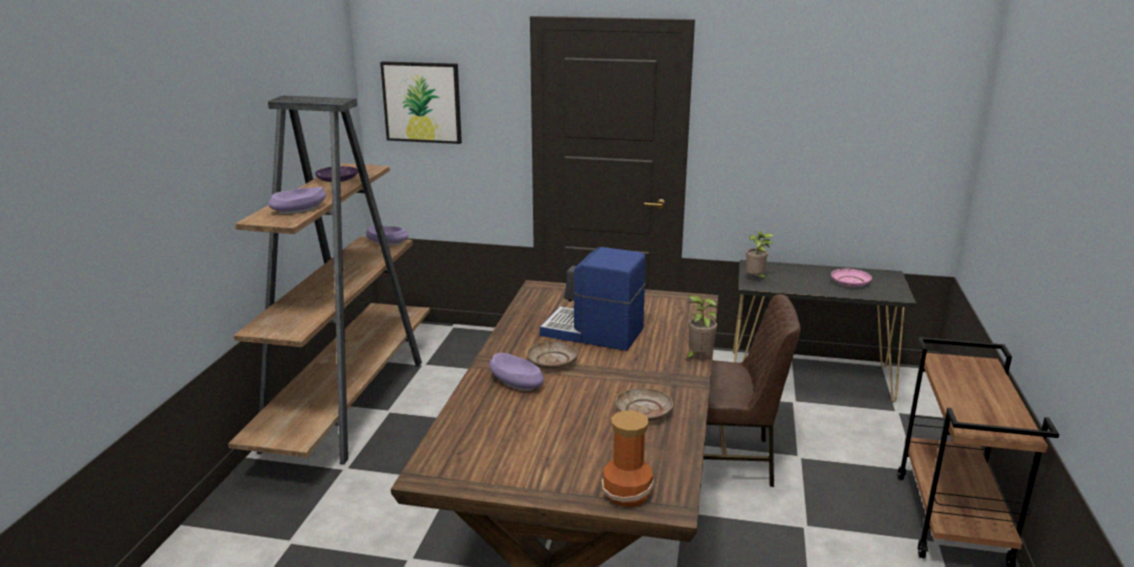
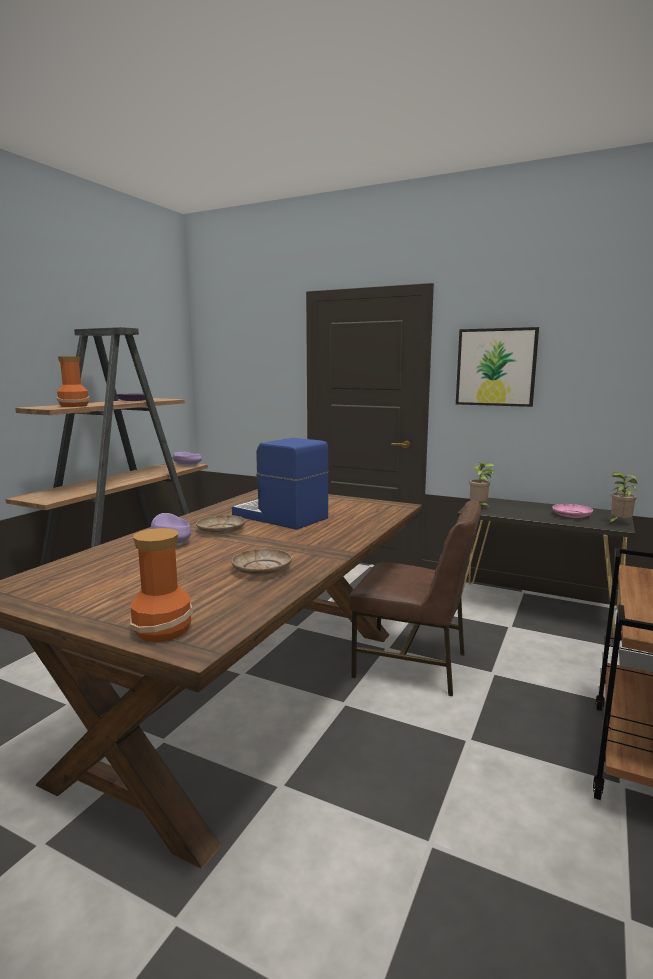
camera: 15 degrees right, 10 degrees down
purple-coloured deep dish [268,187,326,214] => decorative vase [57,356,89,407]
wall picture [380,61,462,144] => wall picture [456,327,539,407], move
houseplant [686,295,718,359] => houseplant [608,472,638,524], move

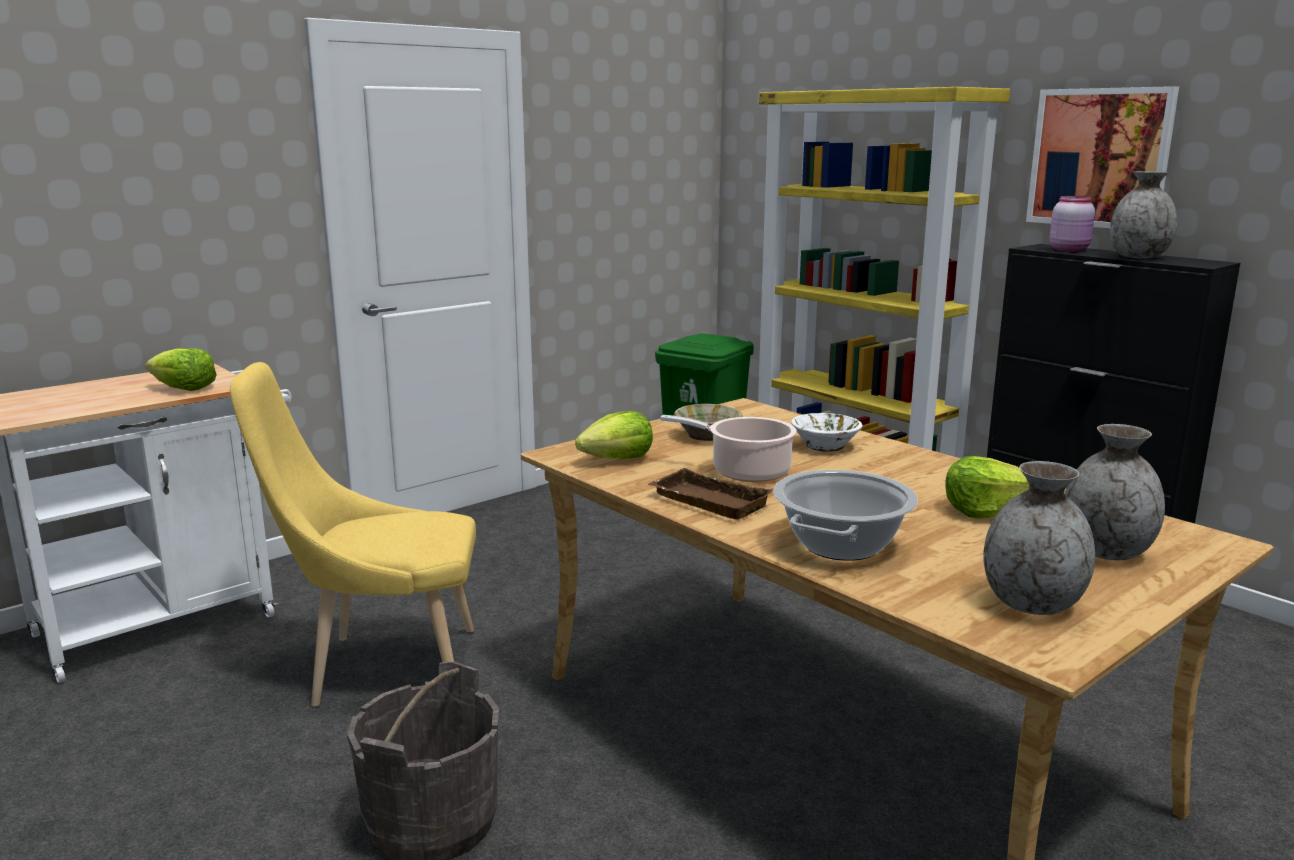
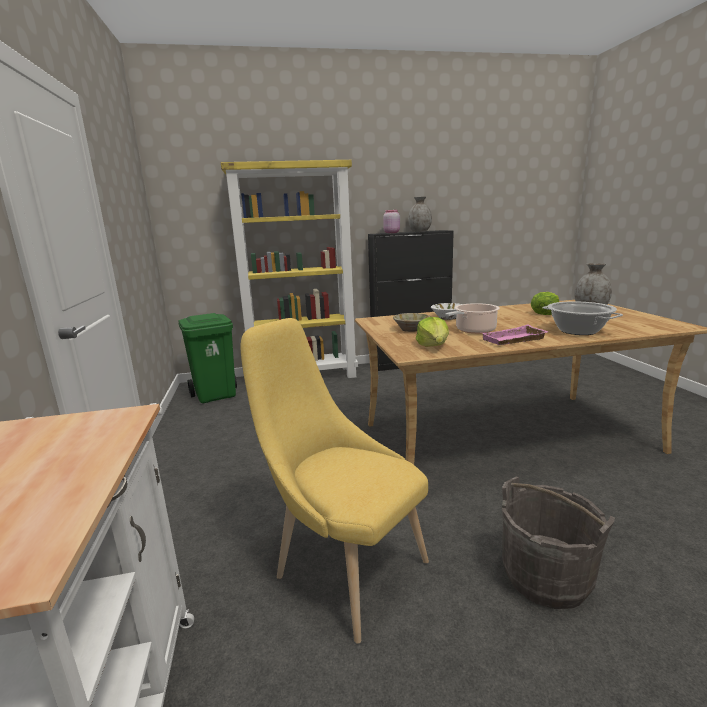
camera: 60 degrees left, 0 degrees up
head of lettuce [145,348,217,391] => nothing
yellow upright chair [230,362,476,707] => yellow upright chair [241,318,429,644], 105 degrees clockwise
brown carrying tray [648,468,773,520] => pinkish carrying tray [482,325,548,345]
grey decorative vase [983,461,1095,615] => nothing
wall picture [1026,86,1179,228] => nothing

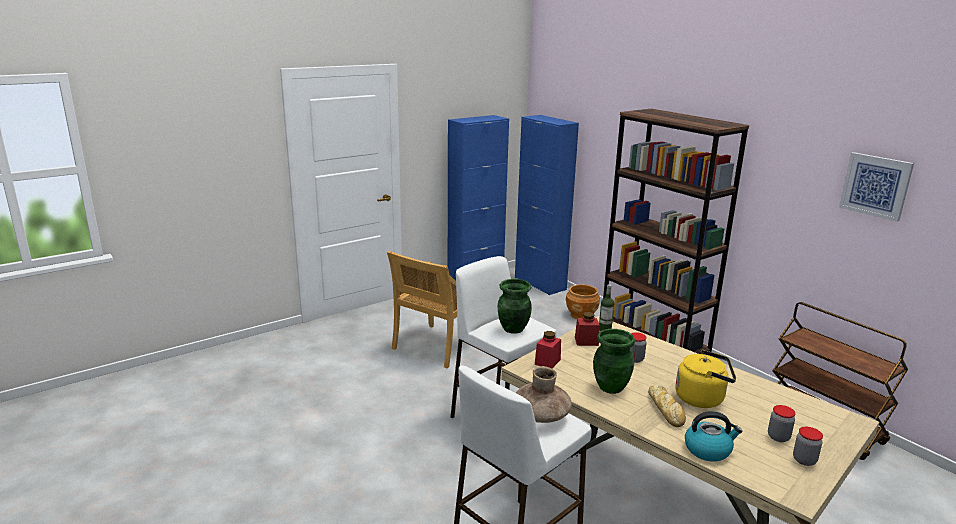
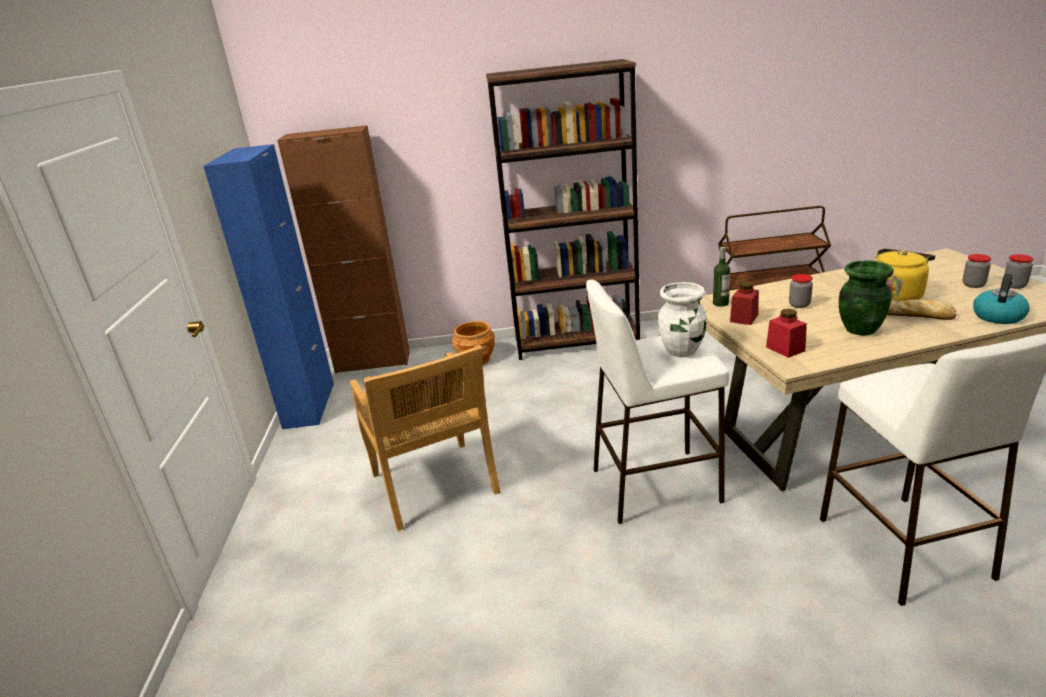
camera: 55 degrees left, 5 degrees up
greenish decorative vase [497,279,532,334] => whitish decorative vase [658,282,707,357]
blue cabinet [515,115,579,295] => brown cabinet [277,125,410,374]
brown decorative vase [516,366,572,423] => nothing
wall picture [839,152,914,222] => nothing

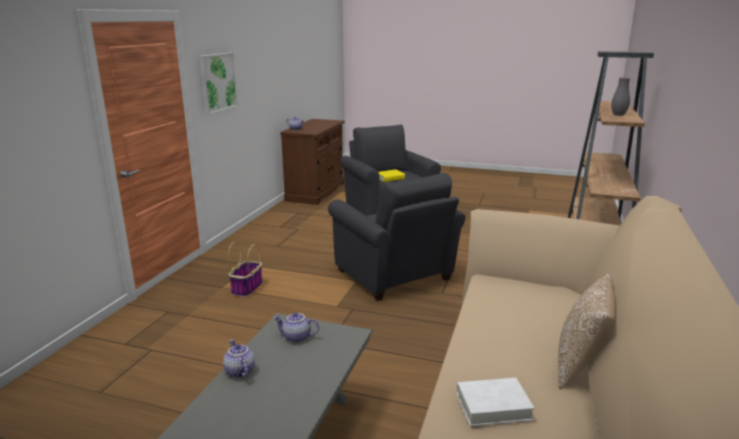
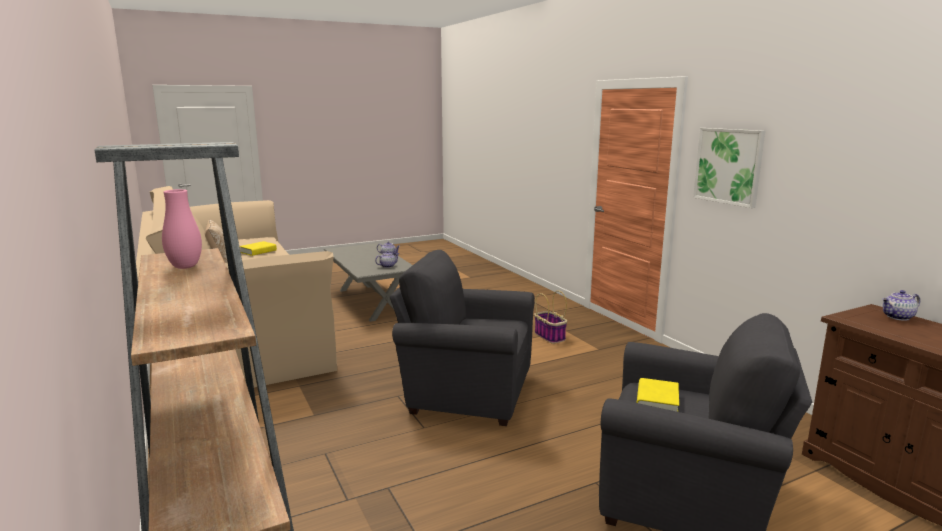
camera: 135 degrees right, 5 degrees down
whitish volume [456,378,534,426] => yellow volume [239,241,277,256]
grey decorative vase [611,77,630,116] => pinkish decorative vase [162,189,202,269]

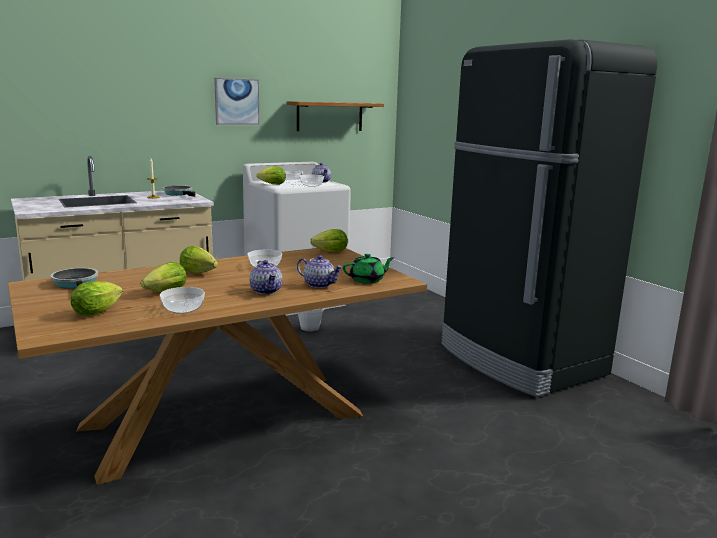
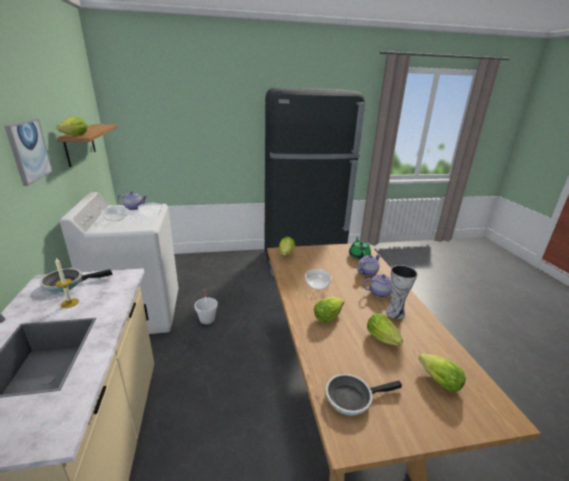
camera: 70 degrees left, 10 degrees up
deep dish [160,287,205,314] => nothing
head of lettuce [257,167,286,185] => head of lettuce [57,117,88,135], move
nothing => decorative vase [386,265,418,319]

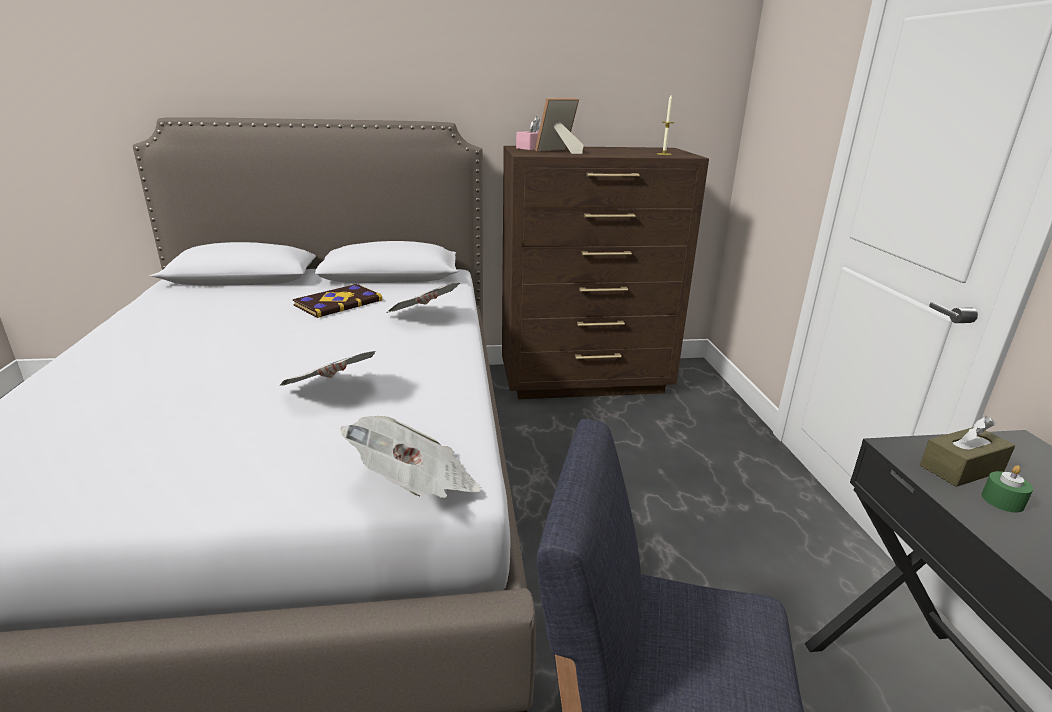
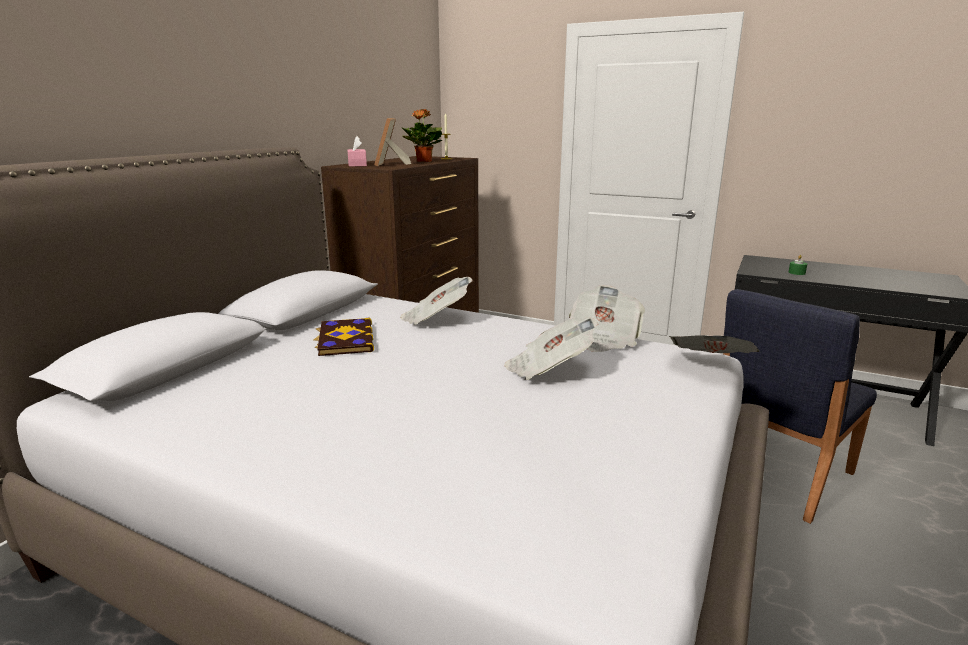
camera: 55 degrees left, 5 degrees down
brown tissue holder [920,416,1015,487] => nothing
nothing => houseplant [401,109,442,162]
nothing => newspaper [569,285,645,352]

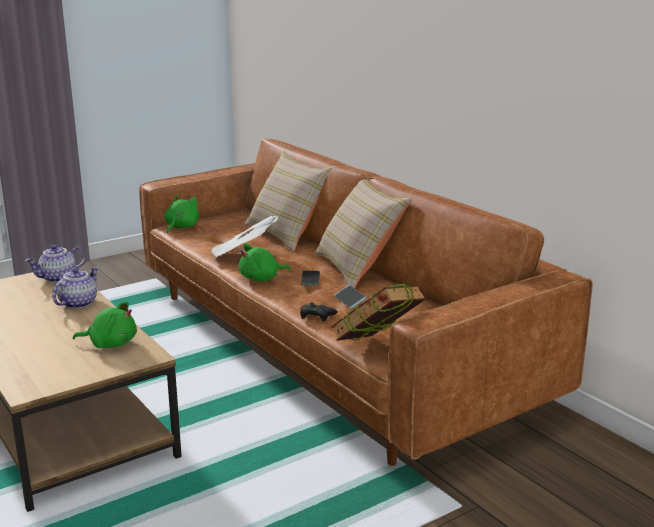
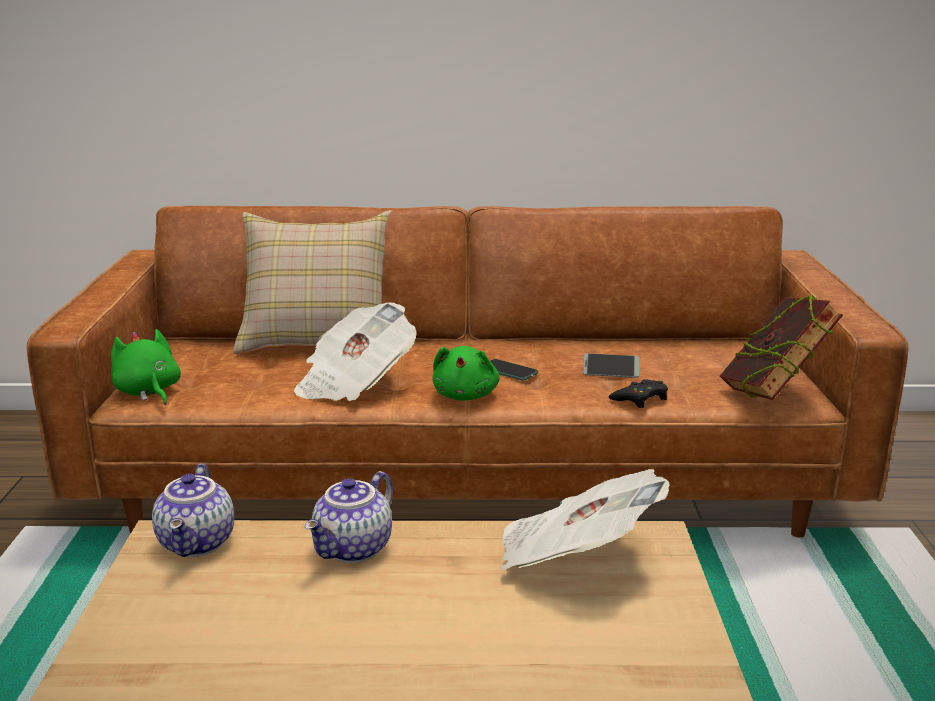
camera: 55 degrees left, 0 degrees up
pot for tea [52,267,98,309] => pot for tea [305,471,393,563], 120 degrees counterclockwise
greenish cuddly toy [73,301,137,348] => newspaper [501,469,670,570]
sand-coloured pillow [315,179,412,288] => nothing

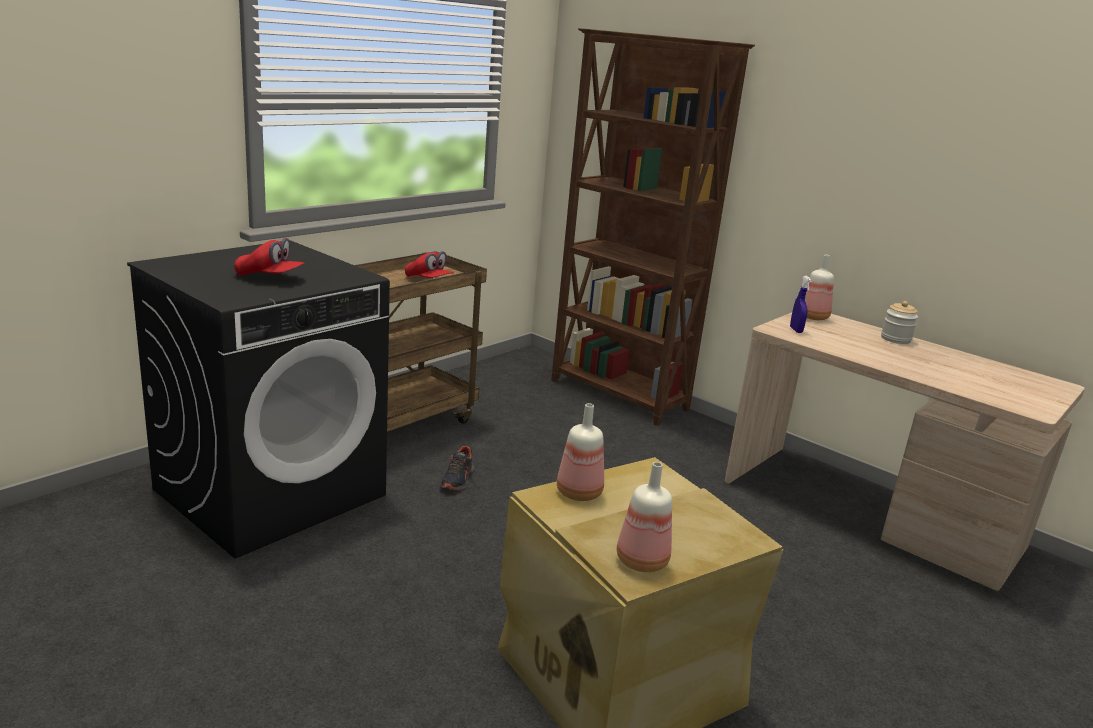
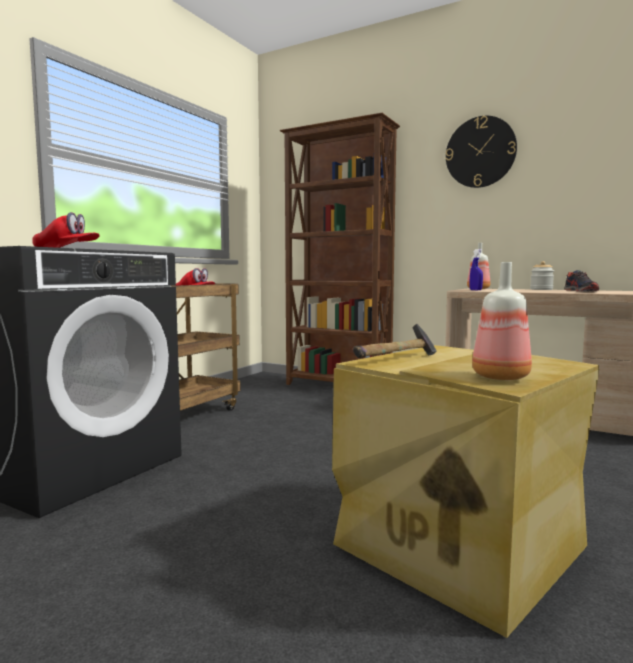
camera: 10 degrees left, 15 degrees down
low shoe [440,446,474,490] => low shoe [564,270,599,292], move
drink bottle [557,403,604,501] => tool hammer [353,323,437,358]
nothing => hanging clock [446,116,517,188]

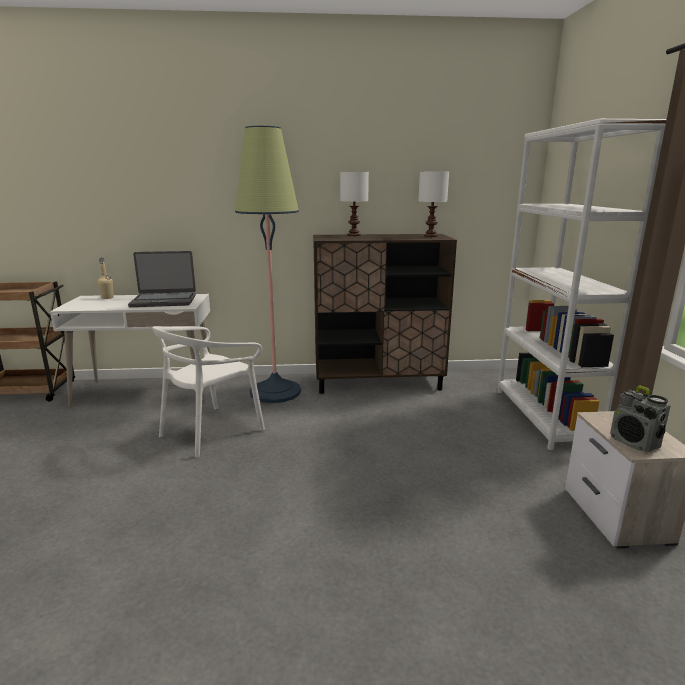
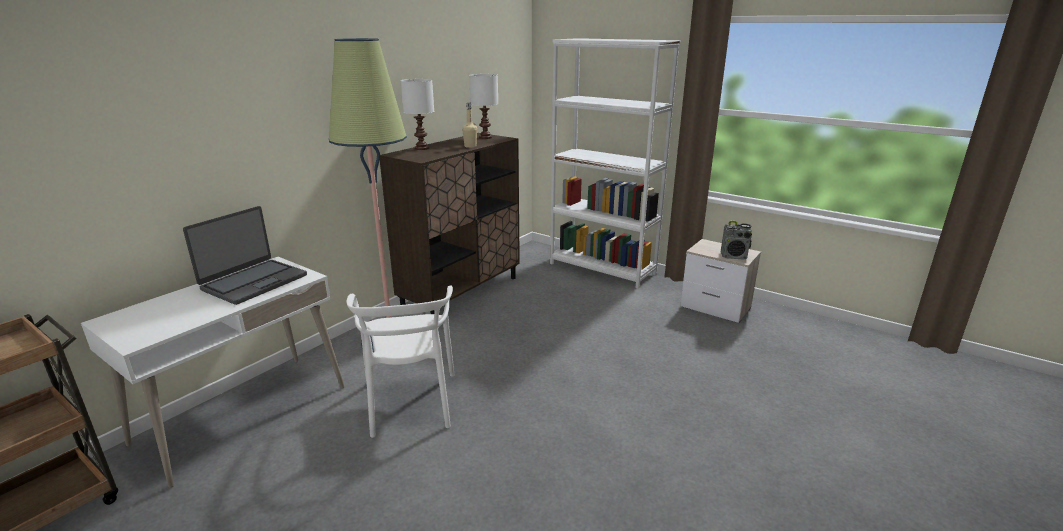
camera: 50 degrees left, 5 degrees up
sand-coloured drink bottle [97,258,114,299] => sand-coloured drink bottle [462,103,477,148], move

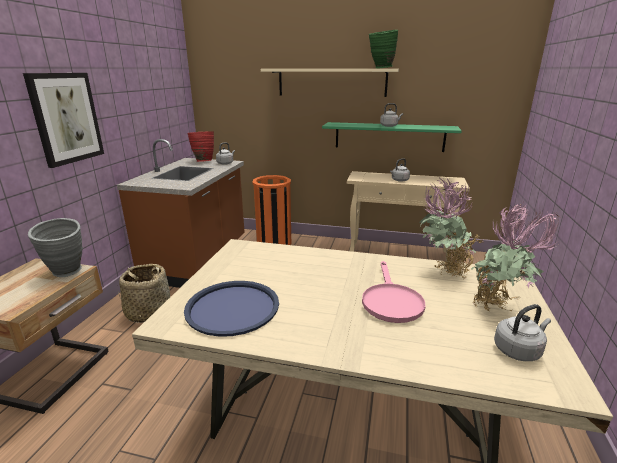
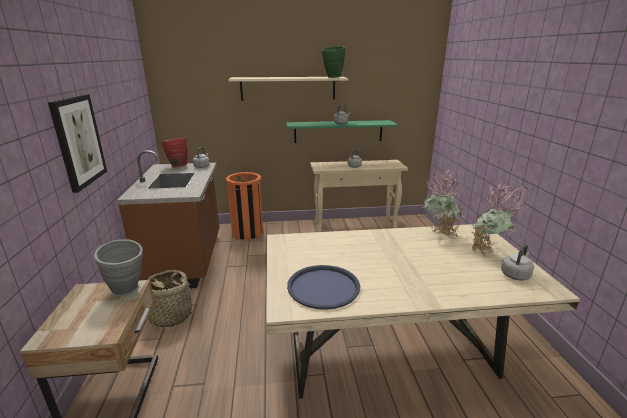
camera: 20 degrees left, 0 degrees up
pinkish pan [362,261,426,323] => nothing

